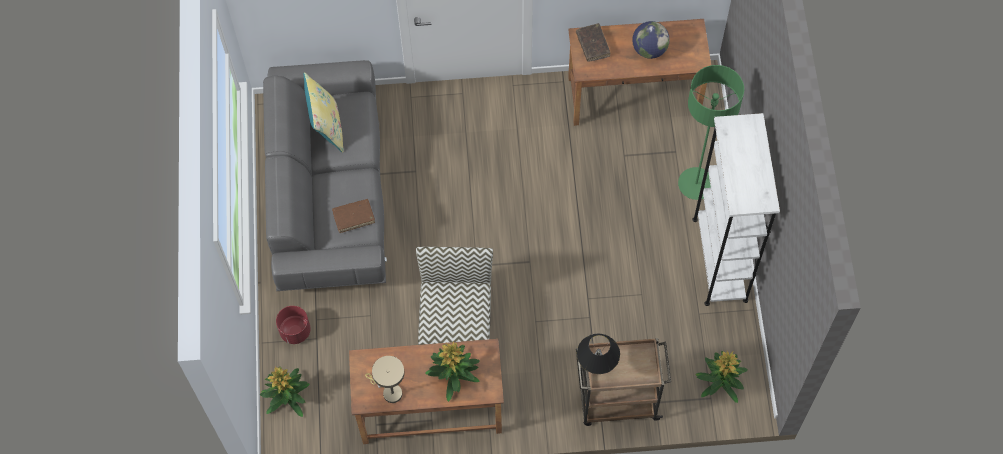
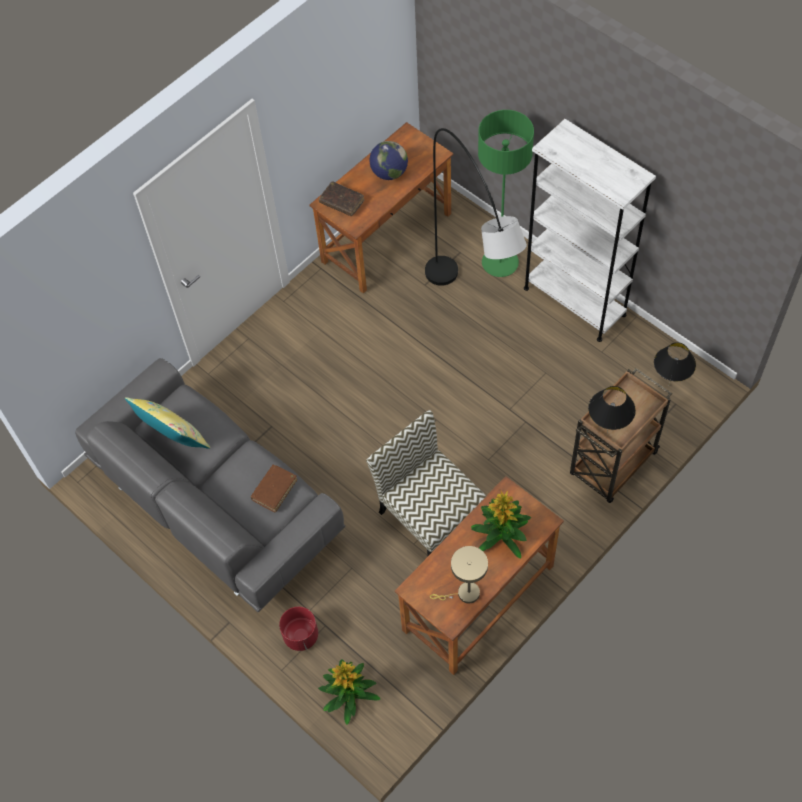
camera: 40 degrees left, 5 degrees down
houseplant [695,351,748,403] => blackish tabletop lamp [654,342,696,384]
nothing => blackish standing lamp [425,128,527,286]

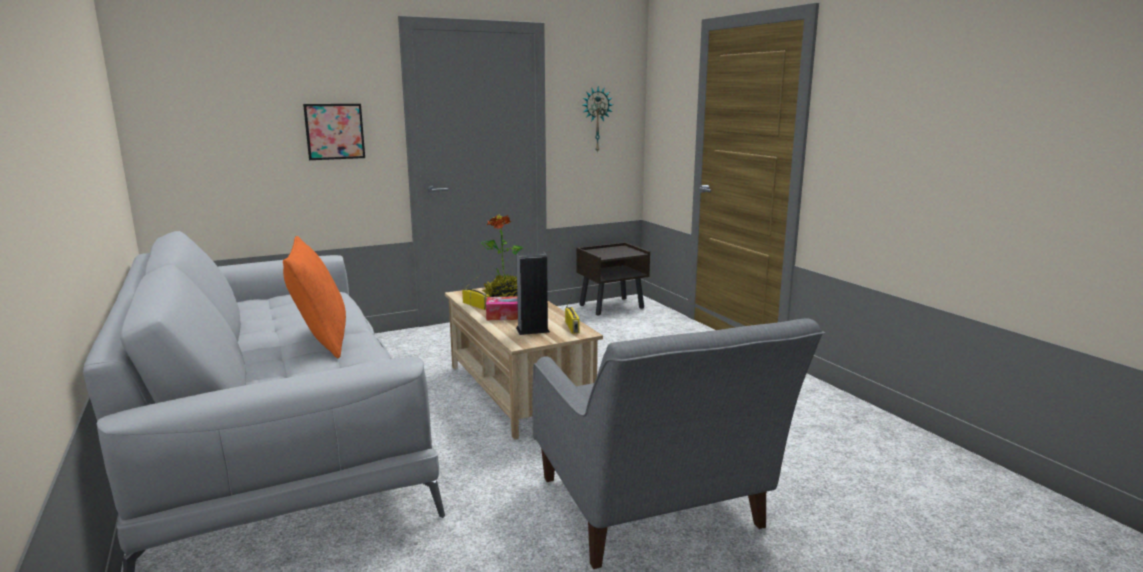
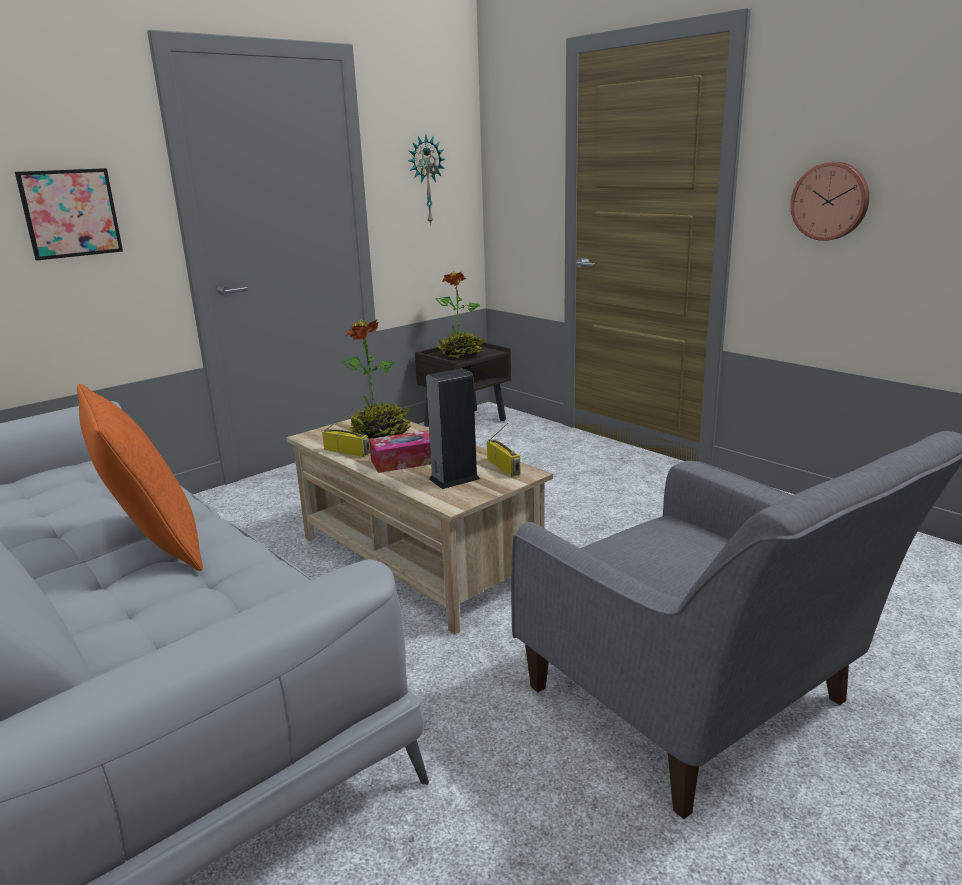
camera: 15 degrees left, 5 degrees up
nothing => houseplant [435,271,486,358]
nothing => hanging clock [790,162,869,241]

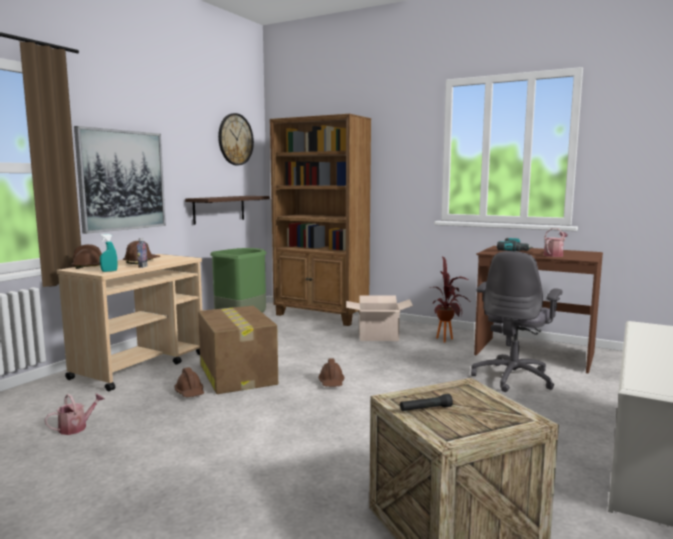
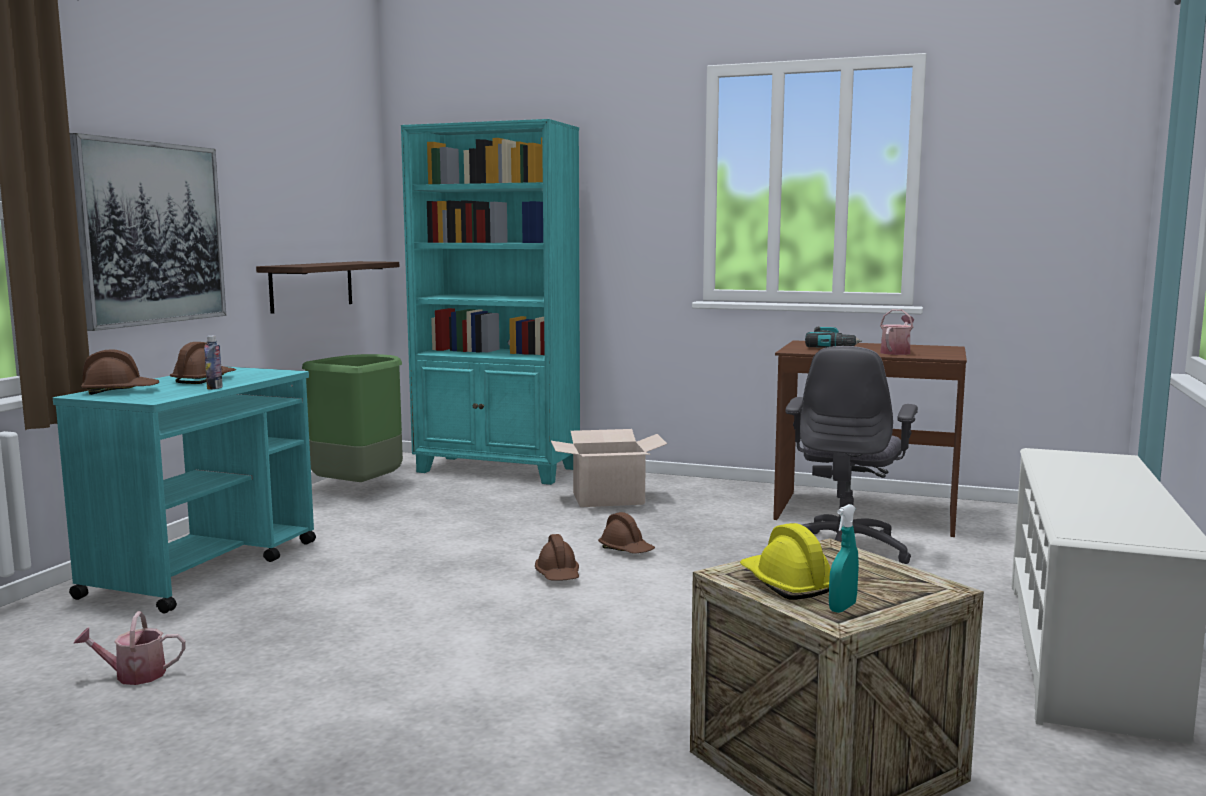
camera: 10 degrees left, 0 degrees up
sprinkling can [45,393,105,435] => sprinkling can [73,611,185,685], 135 degrees counterclockwise
sand-coloured cart [57,254,202,392] => blue-green cart [53,366,316,613]
blue-green hand sprayer [100,234,117,272] => blue-green hand sprayer [829,504,859,613], move
brown work helmet [175,367,204,397] => brown work helmet [598,512,655,553], move
cardboard box [198,306,278,394] => nothing
hanging clock [218,113,254,165] => nothing
brown bookshelf [270,114,371,326] => blue-green bookshelf [401,119,580,485]
blackish torch [400,394,453,411] => yellow work helmet [740,523,831,600]
houseplant [433,256,469,343] => nothing

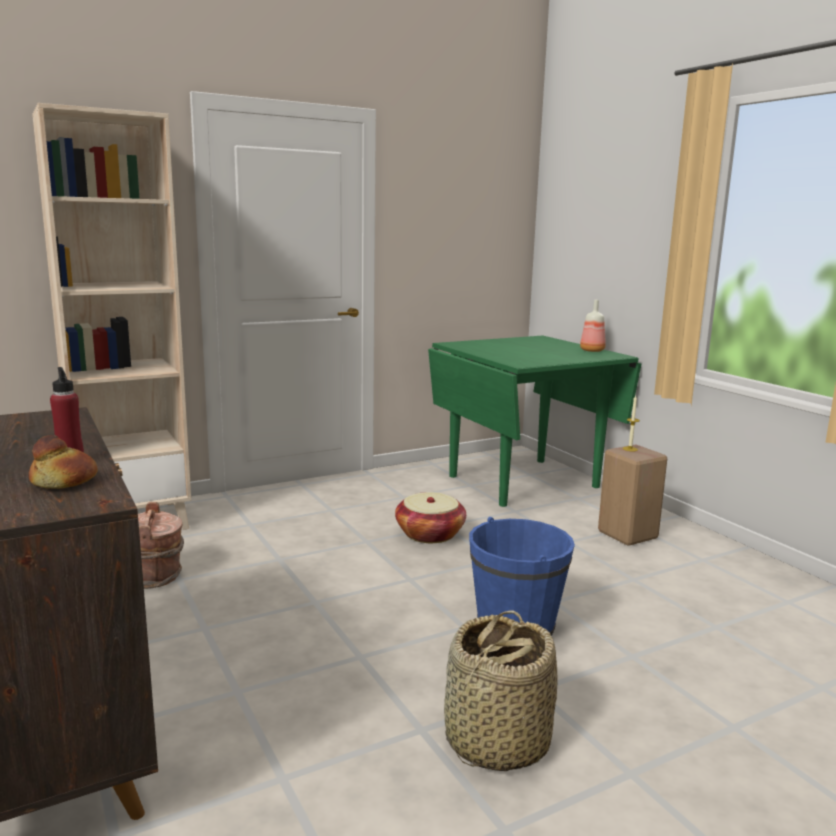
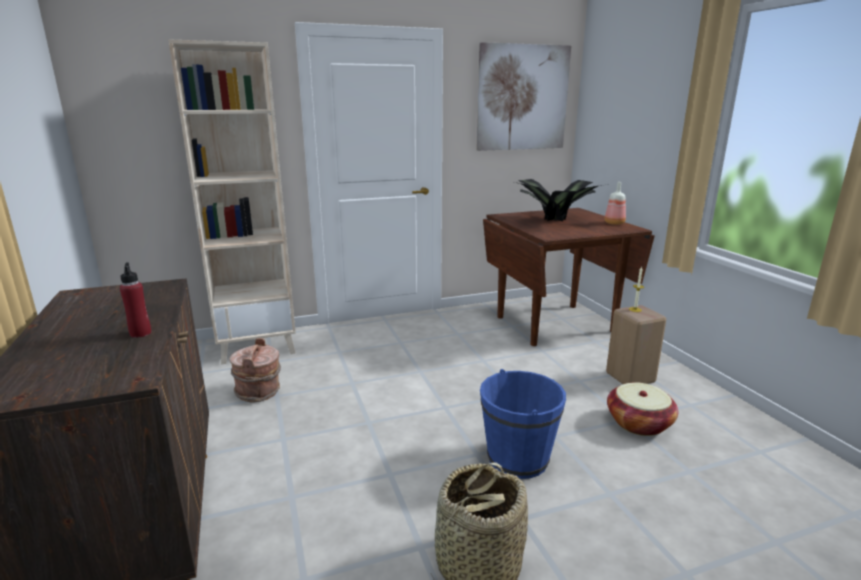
camera: 10 degrees right, 5 degrees up
bakery bread [29,435,98,489] => nothing
household basket [395,492,466,543] => household basket [607,382,678,436], move
greenish dinner table [428,336,642,507] => brown dinner table [483,208,655,346]
nothing => wall picture [476,42,571,151]
nothing => houseplant [515,179,602,221]

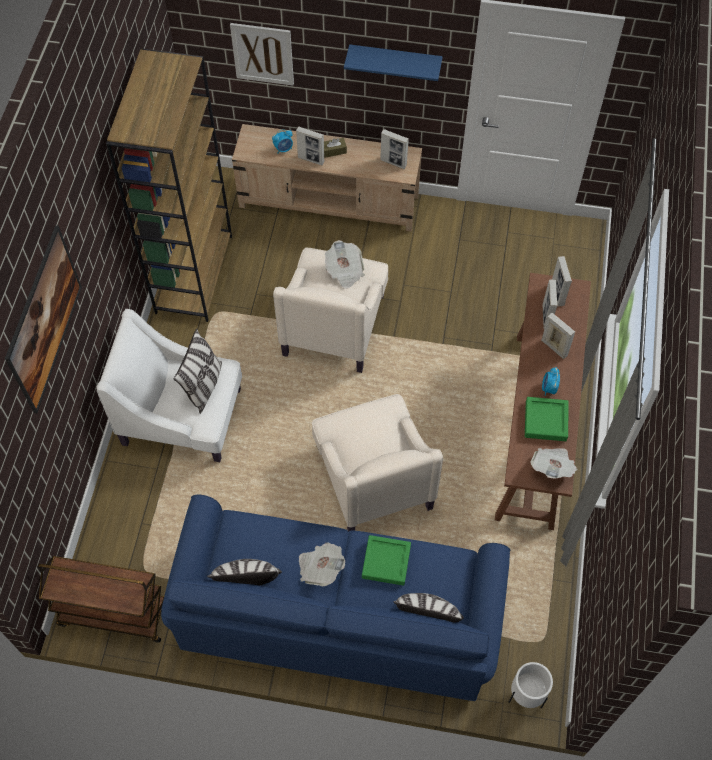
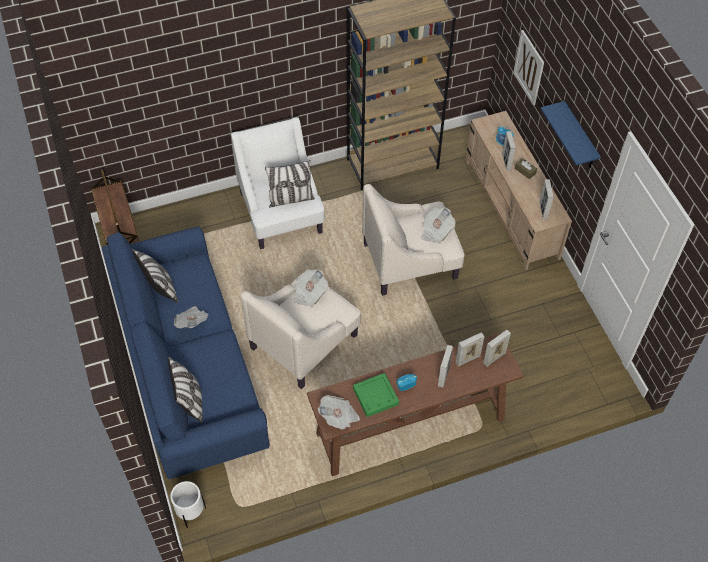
camera: 60 degrees right, 5 degrees down
wall picture [5,225,82,413] => nothing
greenish carrying tray [362,535,411,586] => nothing
nothing => newspaper [293,269,328,307]

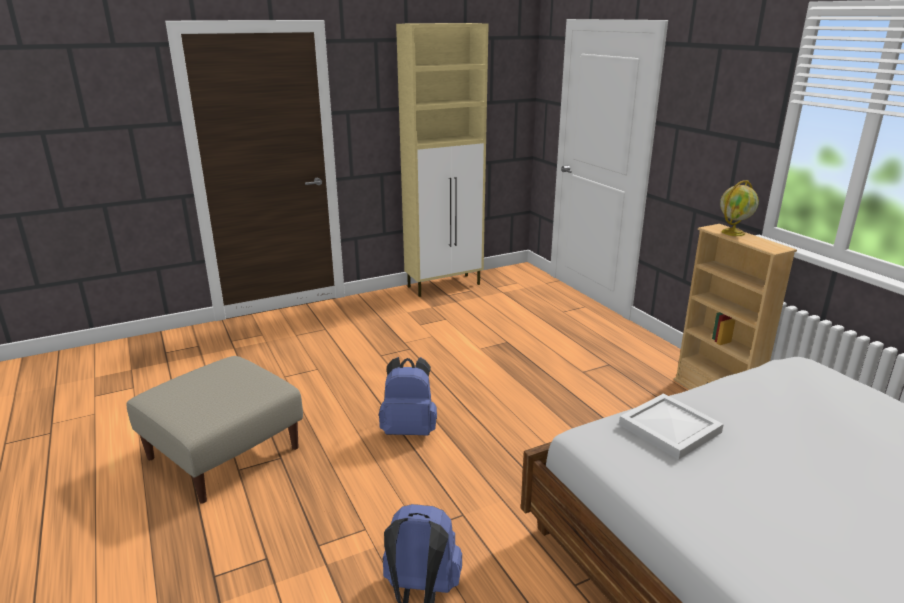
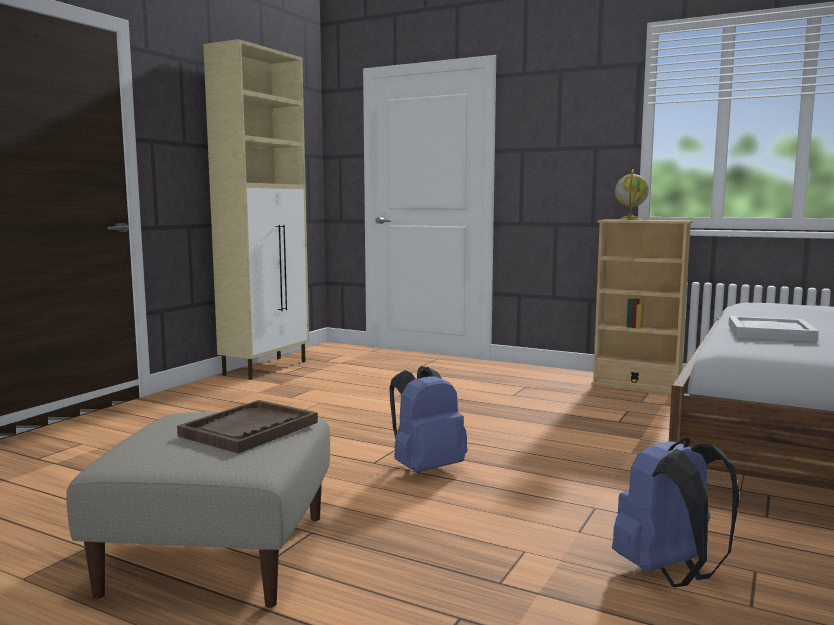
camera: 35 degrees left, 15 degrees down
nothing => brown carrying tray [177,400,318,453]

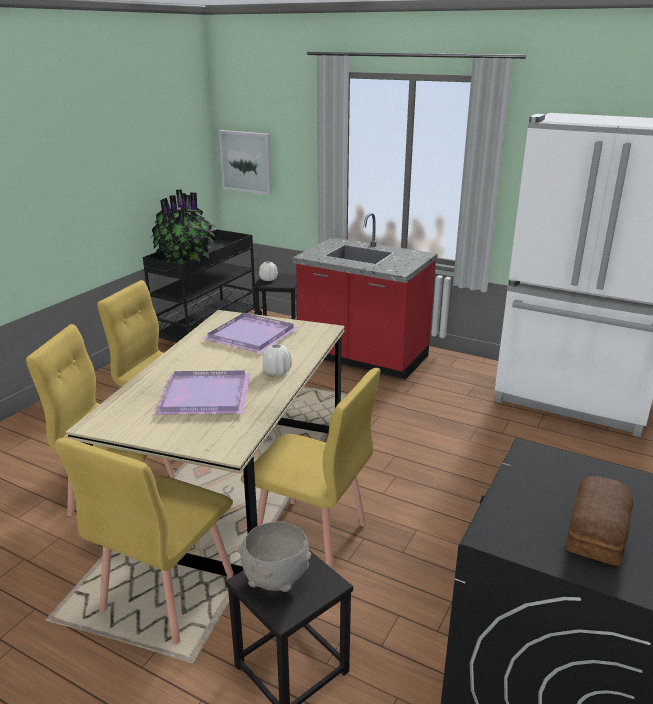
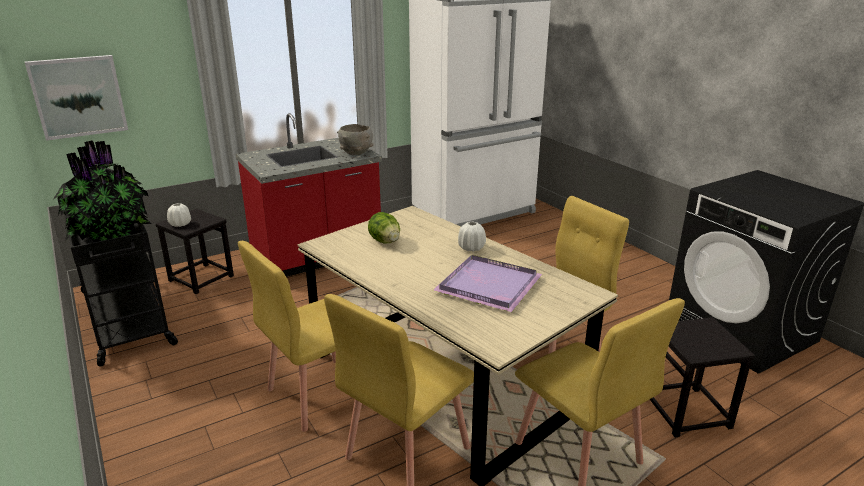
camera: 60 degrees left, 0 degrees up
purple-coloured carrying tray [202,313,299,353] => head of lettuce [368,212,400,243]
grey deep dish [237,522,312,592] => grey deep dish [337,124,373,155], move
bakery bread [566,476,633,565] => nothing

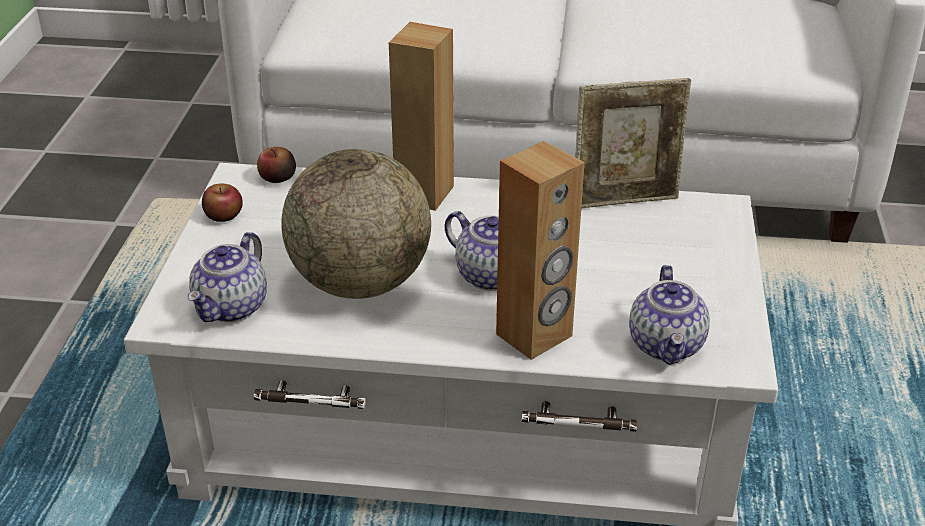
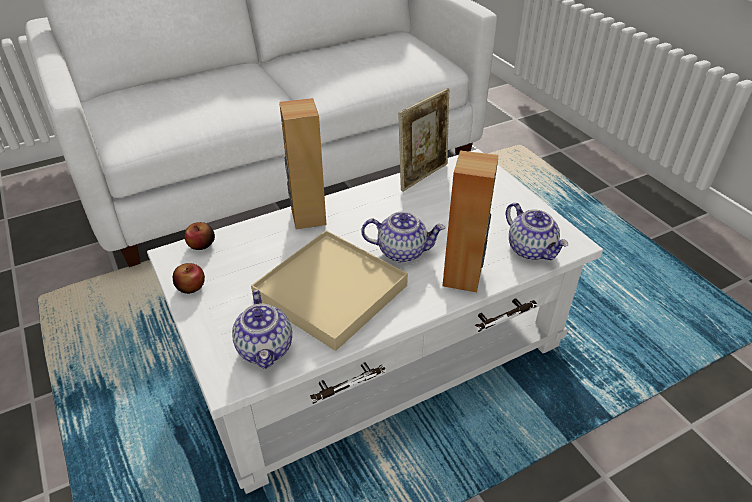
camera: 35 degrees left, 5 degrees up
globe [281,149,431,299] => sand-coloured carrying tray [251,230,408,351]

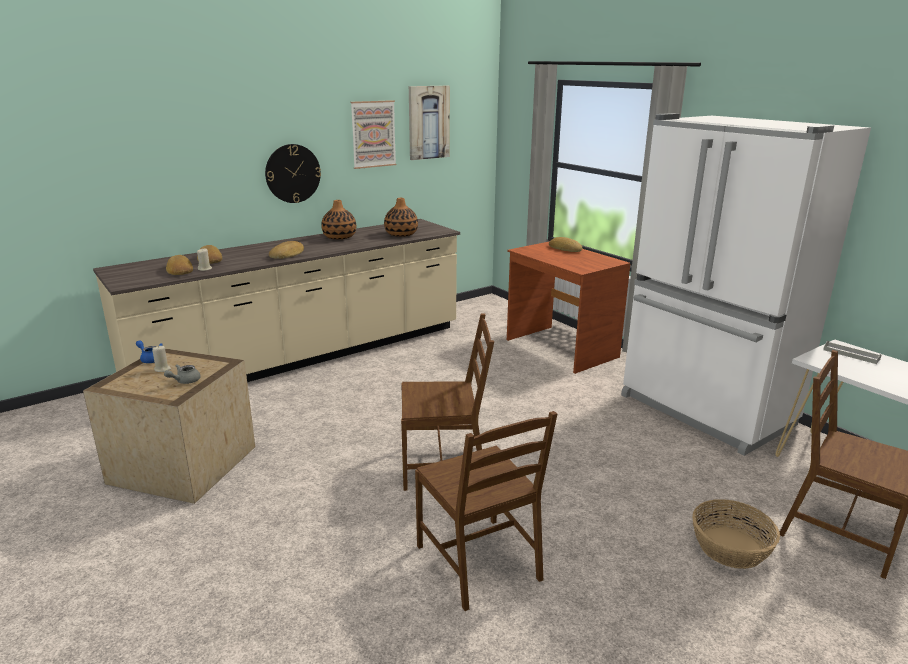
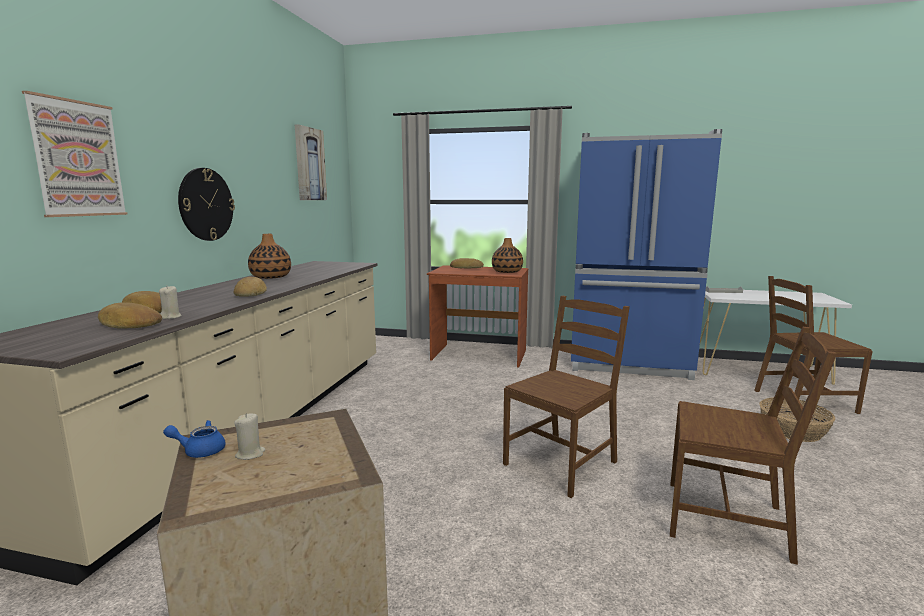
camera: 40 degrees left, 10 degrees down
grey pot for tea [164,364,201,384] => nothing
wall picture [350,100,396,169] => wall picture [22,91,128,217], move
decorative vase [384,198,418,237] => decorative vase [492,238,523,273], move
whitish fridge [621,113,871,456] => blue fridge [571,129,722,380]

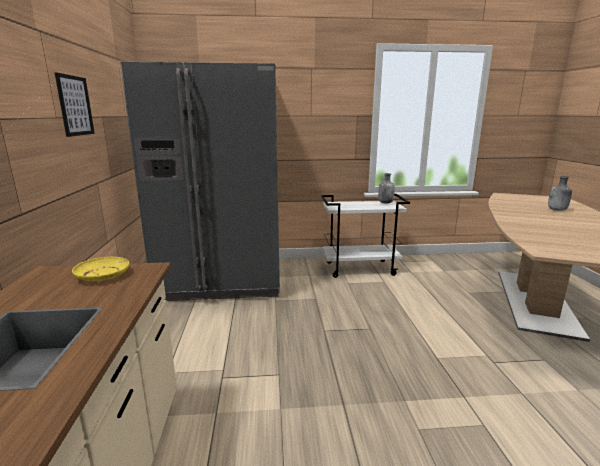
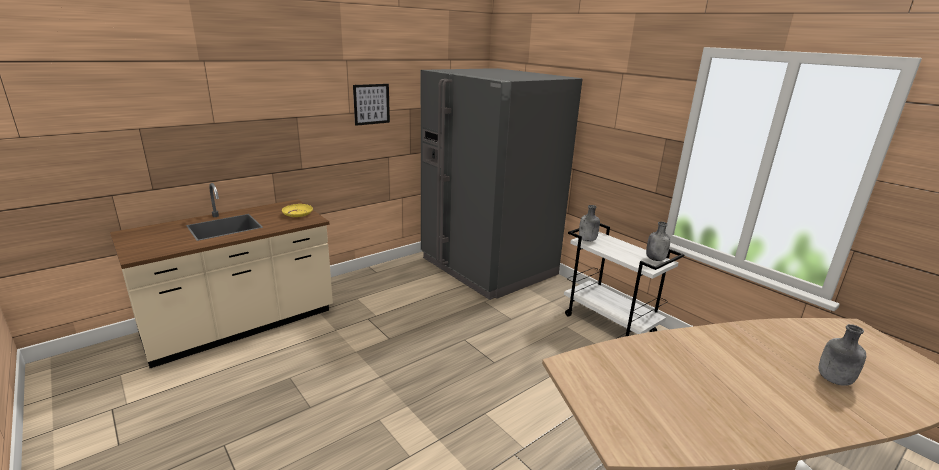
camera: 55 degrees right, 5 degrees up
nothing => grey drink bottle [579,205,600,242]

